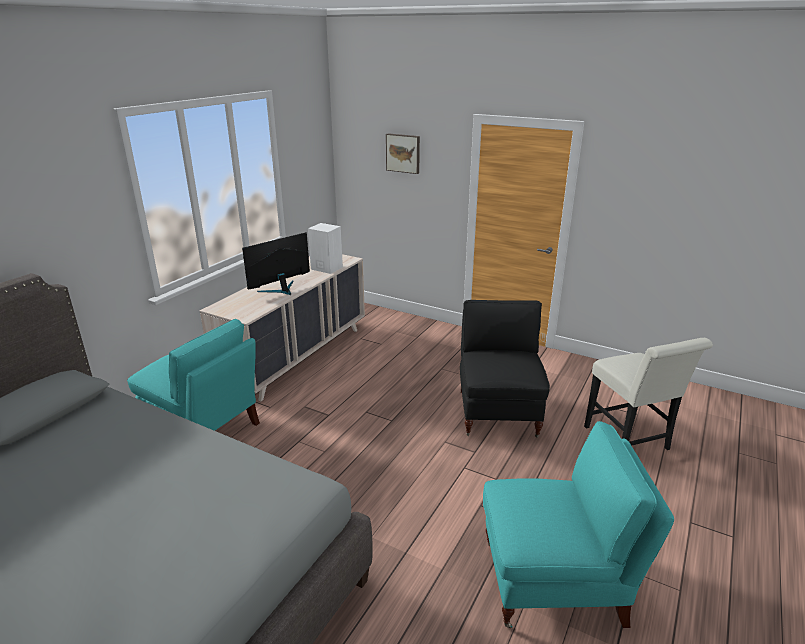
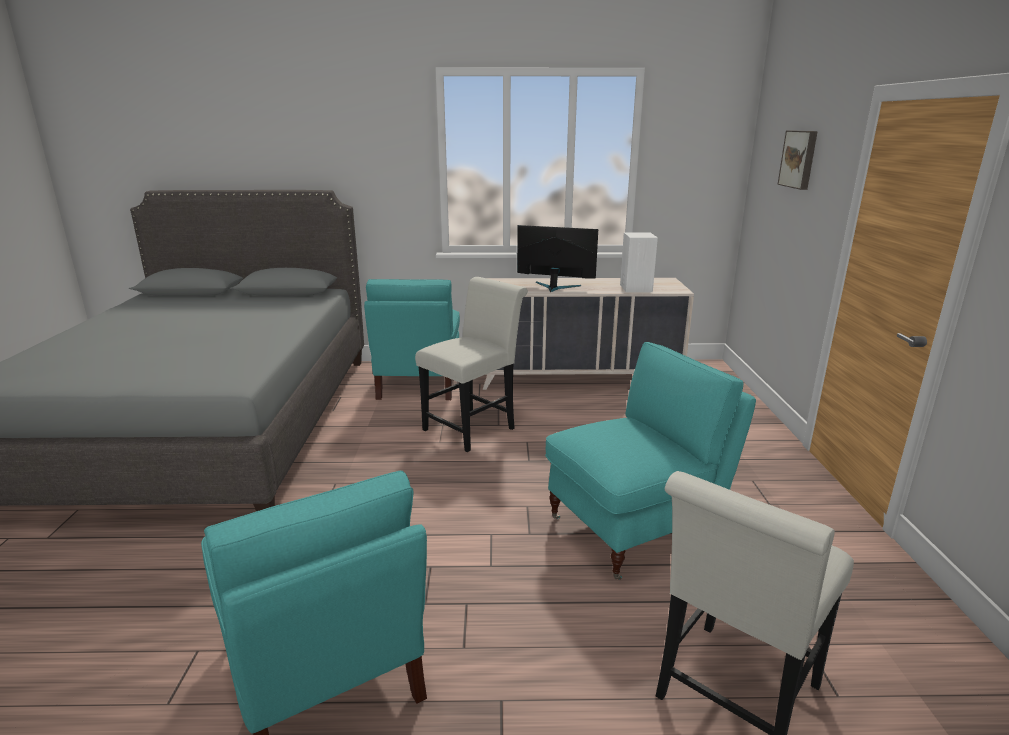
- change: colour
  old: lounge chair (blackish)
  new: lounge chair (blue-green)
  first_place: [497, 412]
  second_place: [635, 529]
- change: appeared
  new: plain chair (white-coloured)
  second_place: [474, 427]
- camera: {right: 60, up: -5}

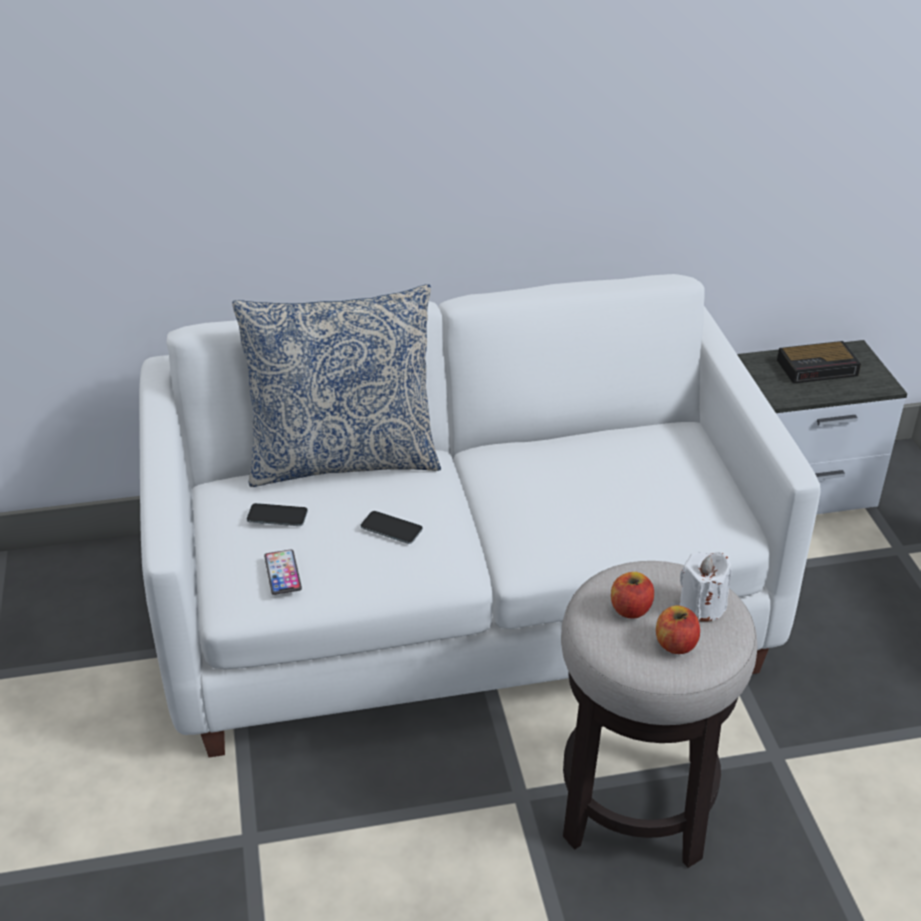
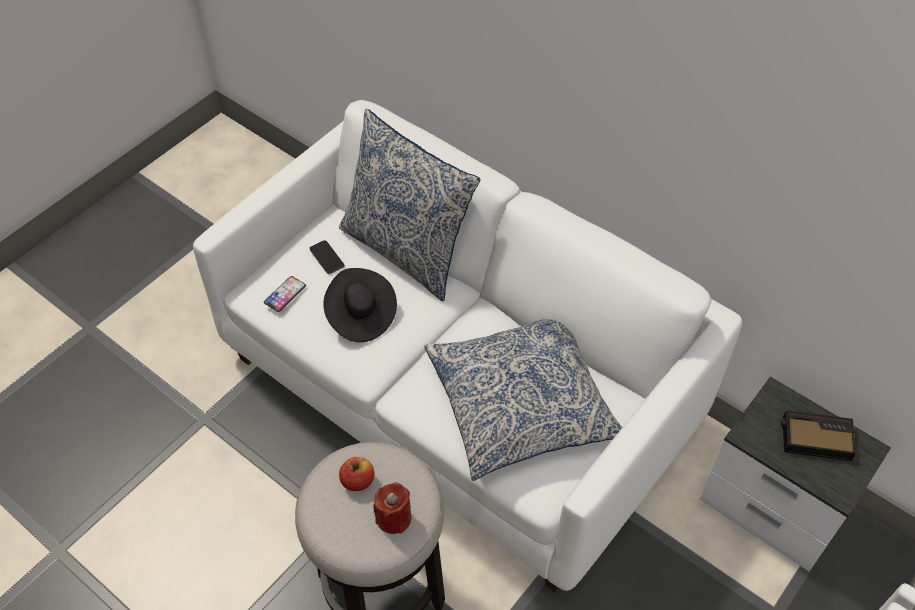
- change: spun
  old: alarm clock
  first_place: [819, 368]
  second_place: [814, 438]
  degrees: 150
- change: exchanged
  old: telephone
  new: wearable hat (blackish)
  first_place: [391, 528]
  second_place: [360, 315]
- change: colour
  old: candle (white-coloured)
  new: candle (red)
  first_place: [702, 606]
  second_place: [394, 518]
- change: missing
  old: apple
  first_place: [675, 644]
- change: appeared
  new: pillow
  second_place: [520, 403]
- camera: {right: 50, up: 15}

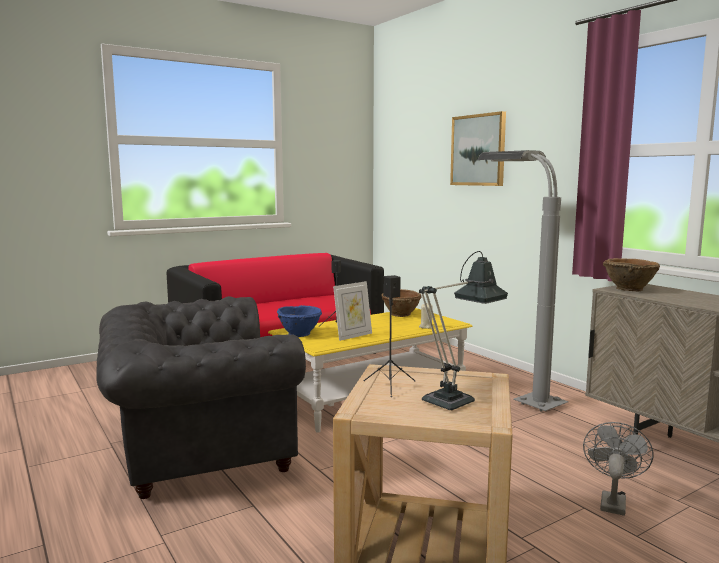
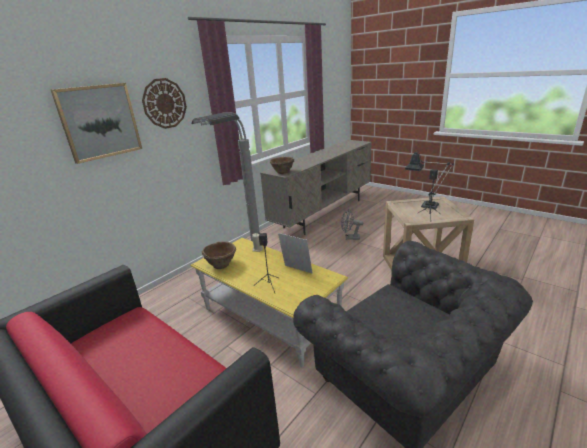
- change: missing
  old: deep dish (bluish)
  first_place: [300, 334]
- change: appeared
  new: wall clock
  second_place: [164, 103]
- camera: {right: -105, up: 15}

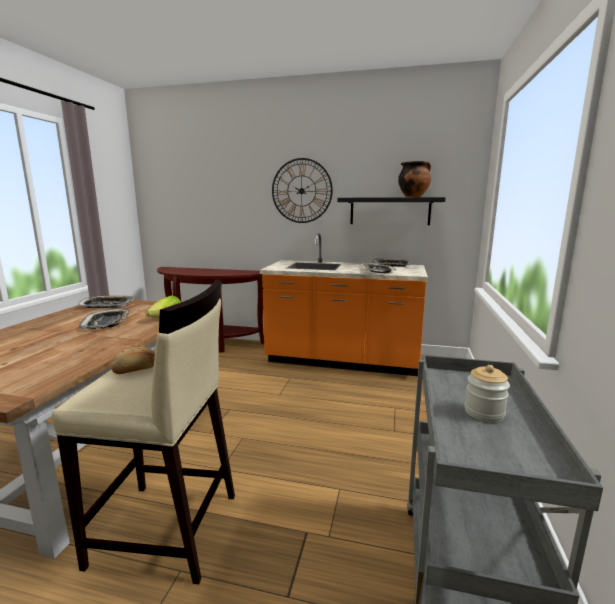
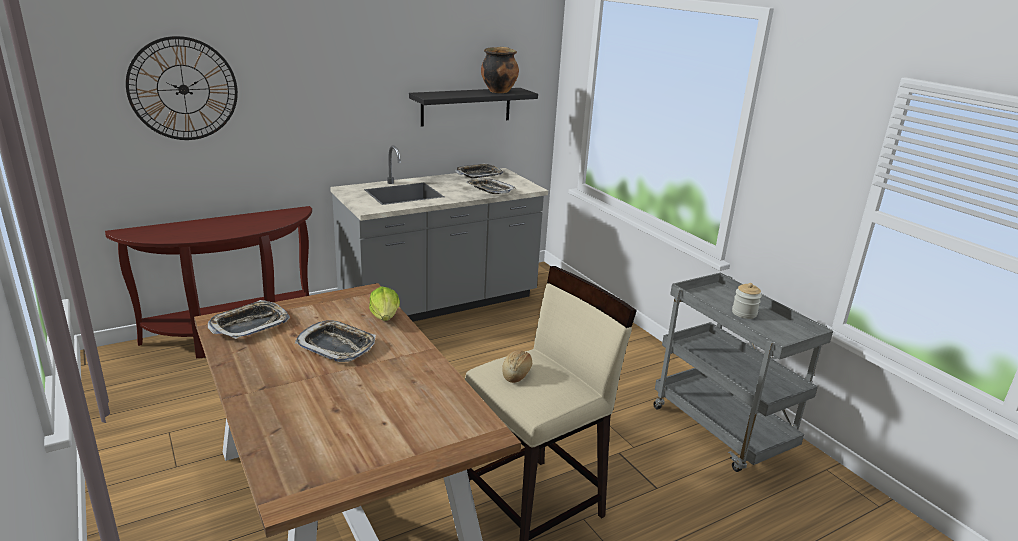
- change: relocated
  old: wall clock
  first_place: [301, 191]
  second_place: [183, 89]
- change: colour
  old: counter (orange)
  new: counter (gray)
  first_place: [342, 361]
  second_place: [440, 303]
- camera: {right: -45, up: 10}

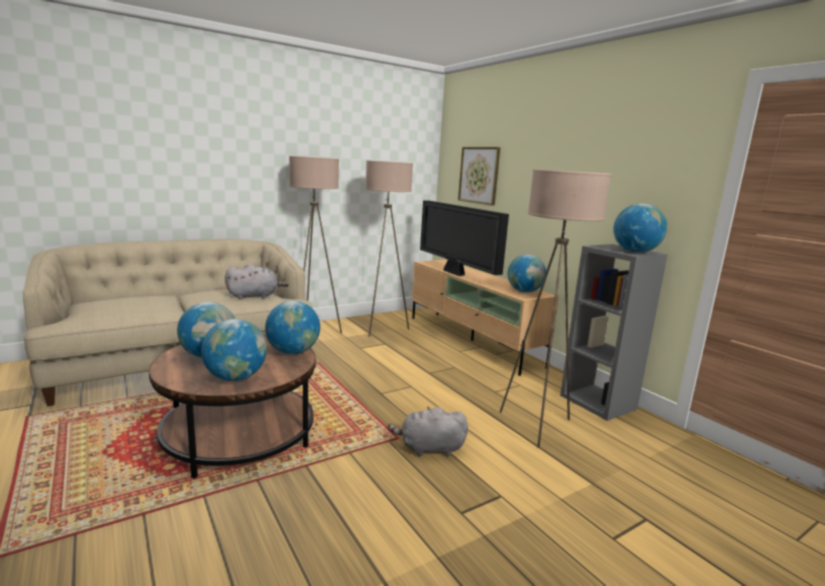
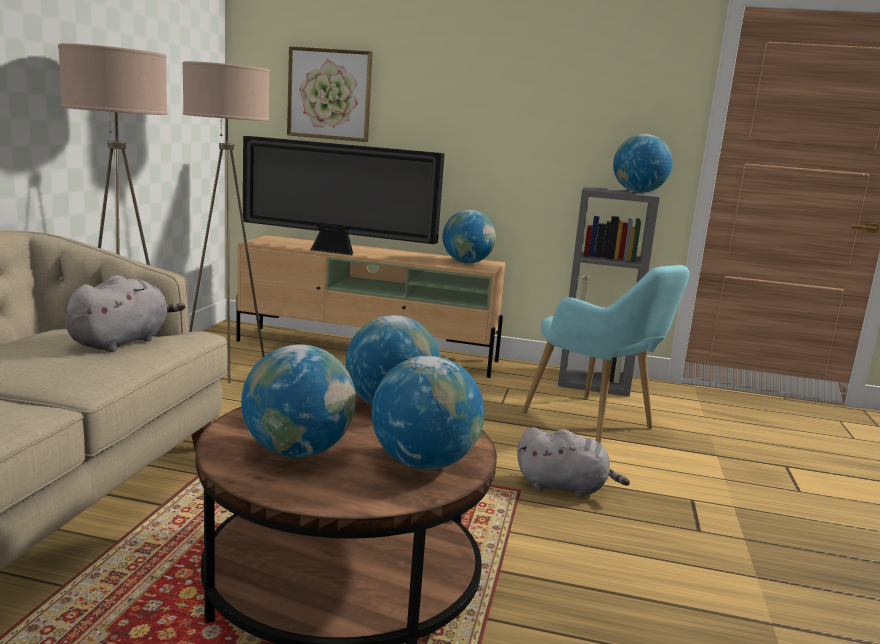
- change: exchanged
  old: standard lamp (beige-coloured)
  new: lounge chair (blue-green)
  first_place: [536, 425]
  second_place: [595, 423]
- change: spun
  old: plush toy (gray)
  first_place: [429, 449]
  second_place: [565, 487]
  degrees: -120
- camera: {right: -45, up: 0}

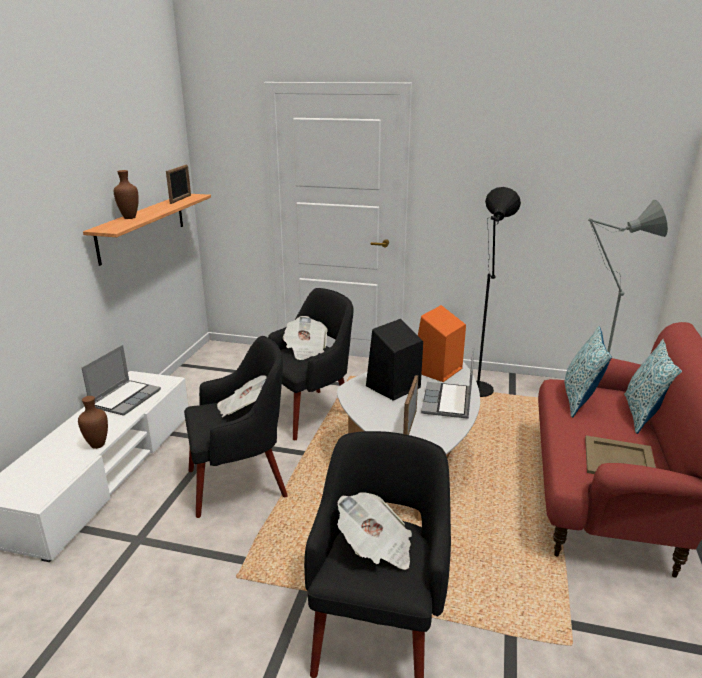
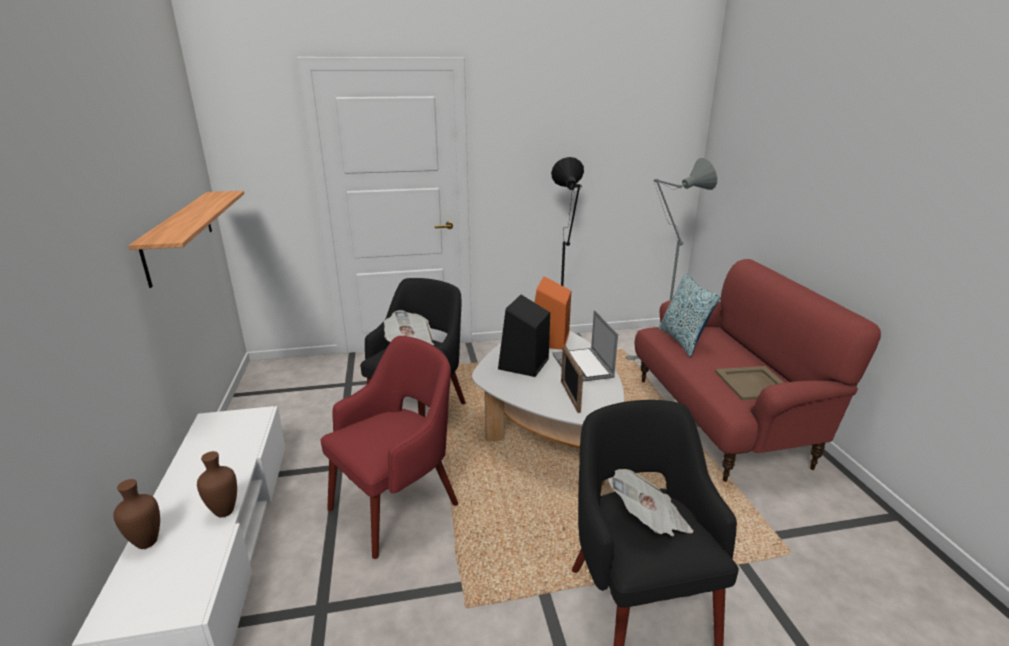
- change: missing
  old: photo frame
  first_place: [181, 199]
- change: relocated
  old: decorative vase (brown-coloured)
  first_place: [130, 218]
  second_place: [148, 542]
- change: colour
  old: lounge chair (blackish)
  new: lounge chair (red)
  first_place: [239, 483]
  second_place: [396, 505]
- change: missing
  old: pillow
  first_place: [642, 414]
- change: missing
  old: laptop
  first_place: [125, 398]
- change: missing
  old: printed paper
  first_place: [244, 408]
- camera: {right: -25, up: 0}

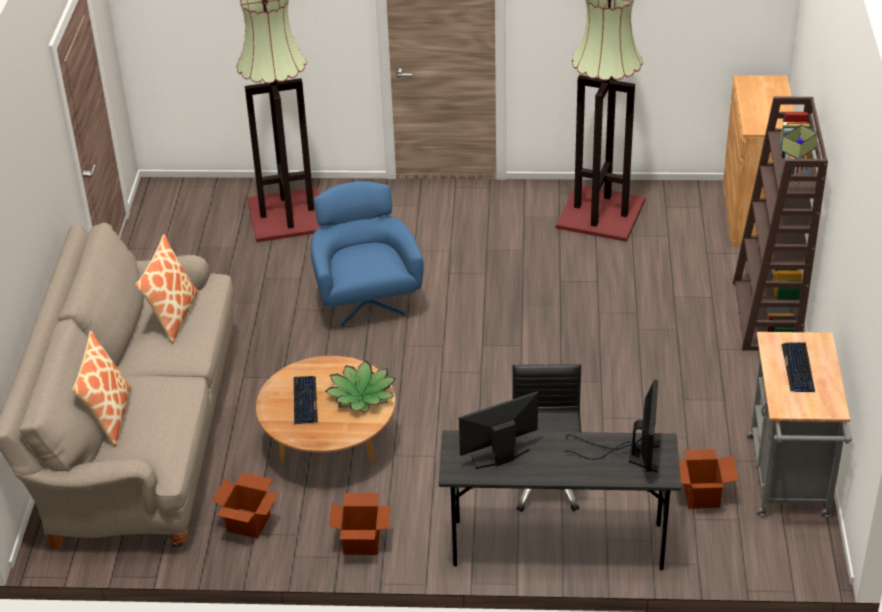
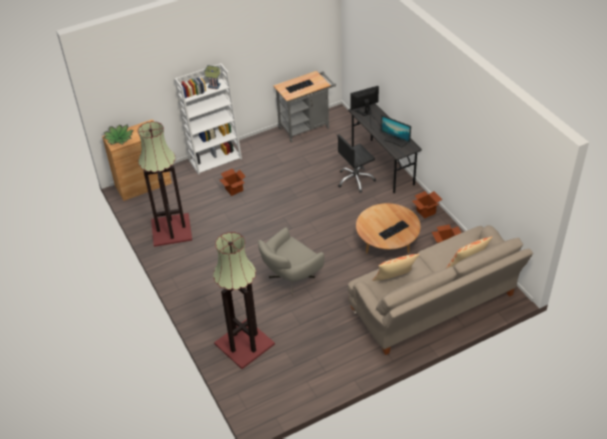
- change: colour
  old: bookshelf (brown-coloured)
  new: bookshelf (white-coloured)
  first_place: [767, 316]
  second_place: [215, 159]
- change: colour
  old: lounge chair (bluish)
  new: lounge chair (gray)
  first_place: [366, 300]
  second_place: [290, 278]
- change: relocated
  old: plant in a pot
  first_place: [361, 395]
  second_place: [119, 138]
- change: relocated
  old: packing box
  first_place: [701, 496]
  second_place: [234, 189]
- camera: {right: -120, up: 5}

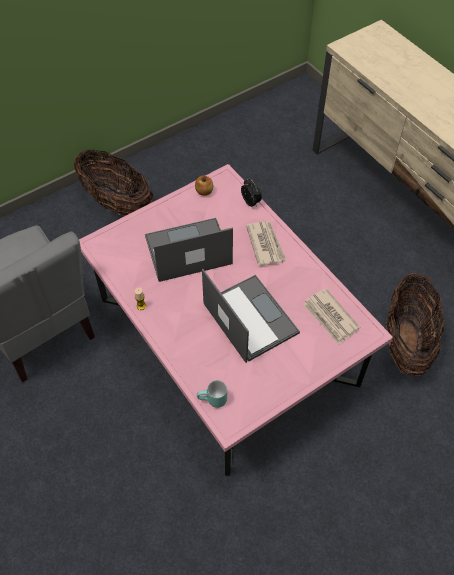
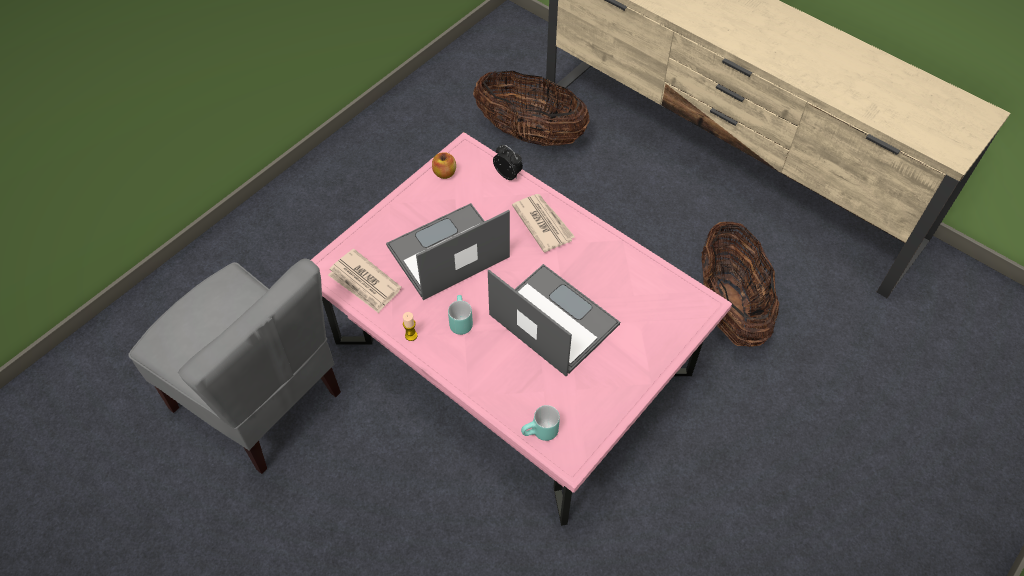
- change: relocated
  old: storage basket
  first_place: [117, 203]
  second_place: [530, 134]
- change: relocated
  old: printed paper
  first_place: [330, 318]
  second_place: [364, 283]
- change: appeared
  new: tea mug (blue-green)
  second_place: [459, 321]
- camera: {right: -15, up: 0}

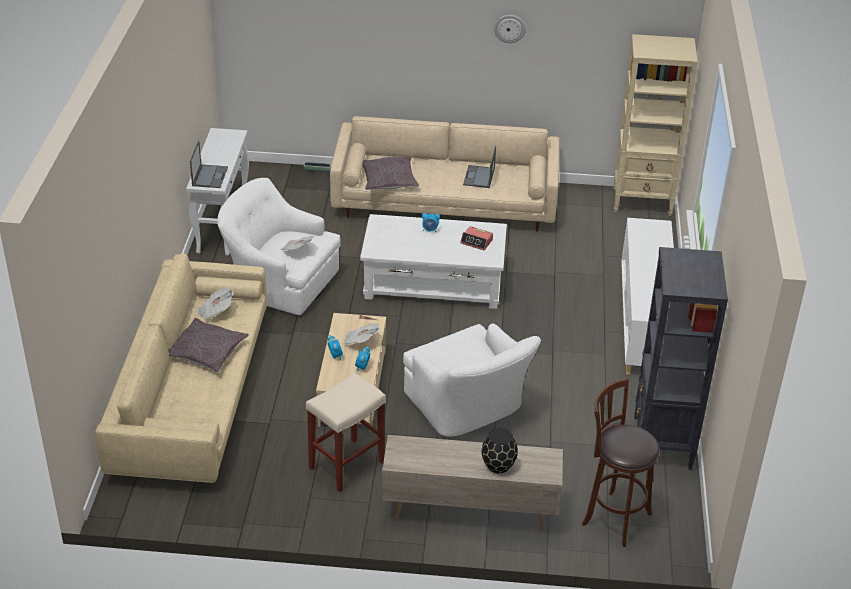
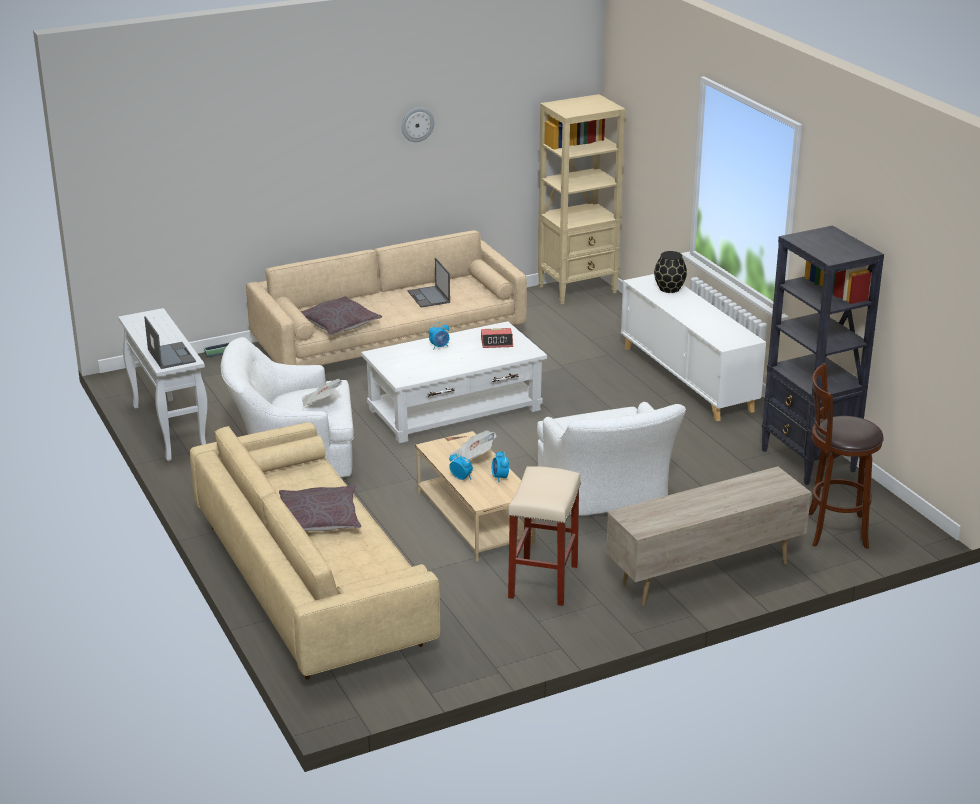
- change: missing
  old: printed paper
  first_place: [215, 311]
- change: spun
  old: lounge chair (white-coloured)
  first_place: [468, 407]
  second_place: [606, 495]
  degrees: 45
- change: relocated
  old: decorative vase (blackish)
  first_place: [499, 465]
  second_place: [670, 289]
- camera: {right: -30, up: -10}

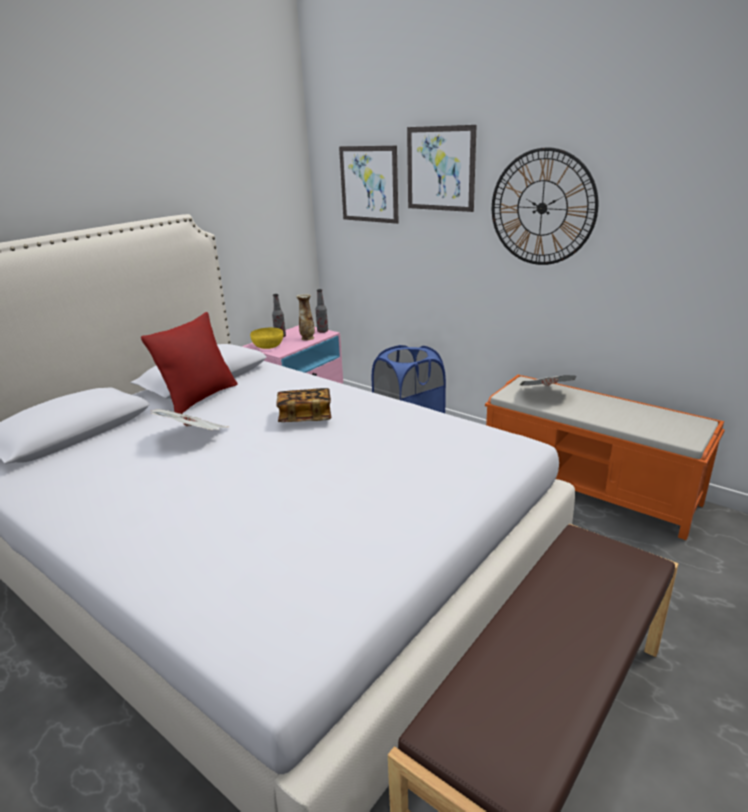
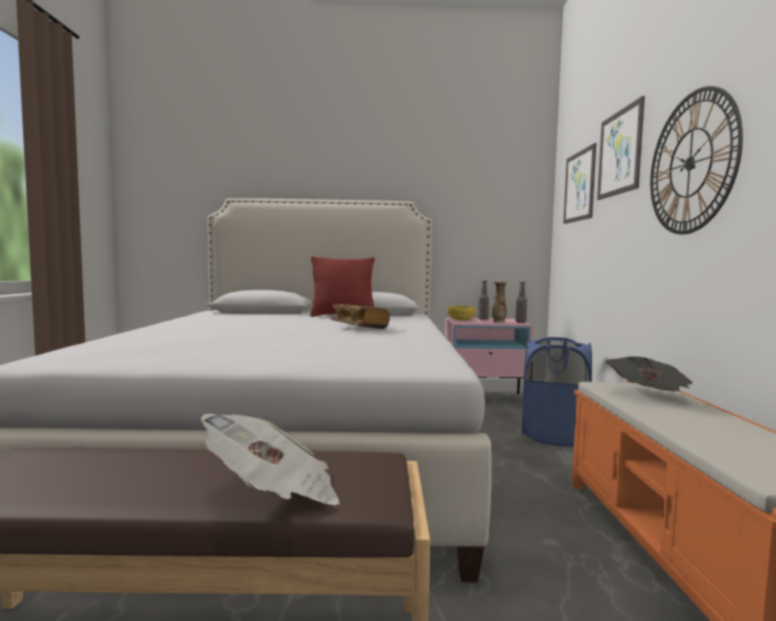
- change: relocated
  old: printed paper
  first_place: [194, 436]
  second_place: [274, 492]
- camera: {right: 50, up: -20}

